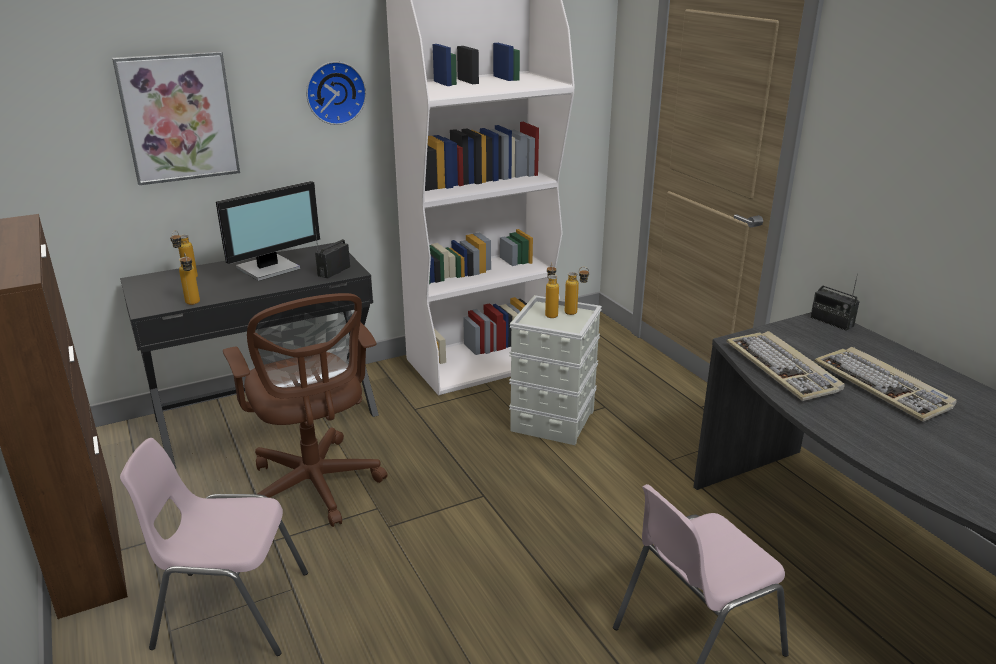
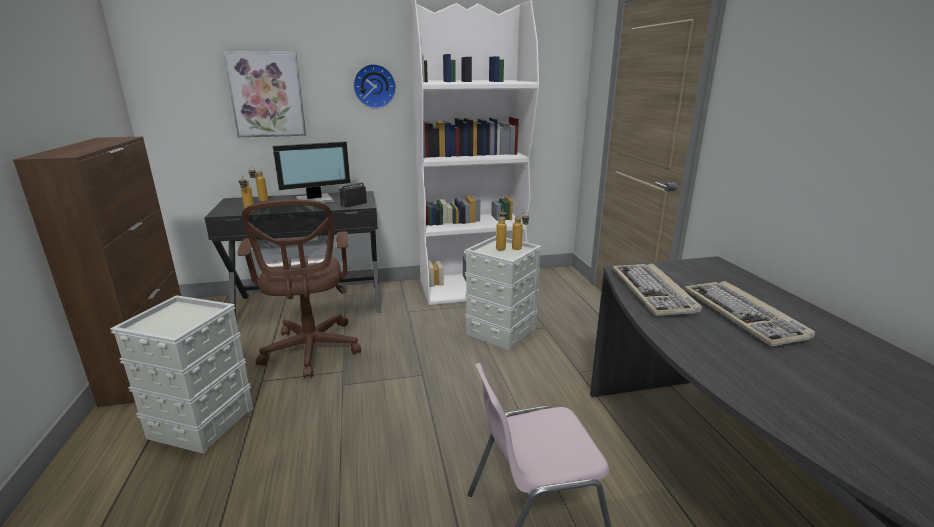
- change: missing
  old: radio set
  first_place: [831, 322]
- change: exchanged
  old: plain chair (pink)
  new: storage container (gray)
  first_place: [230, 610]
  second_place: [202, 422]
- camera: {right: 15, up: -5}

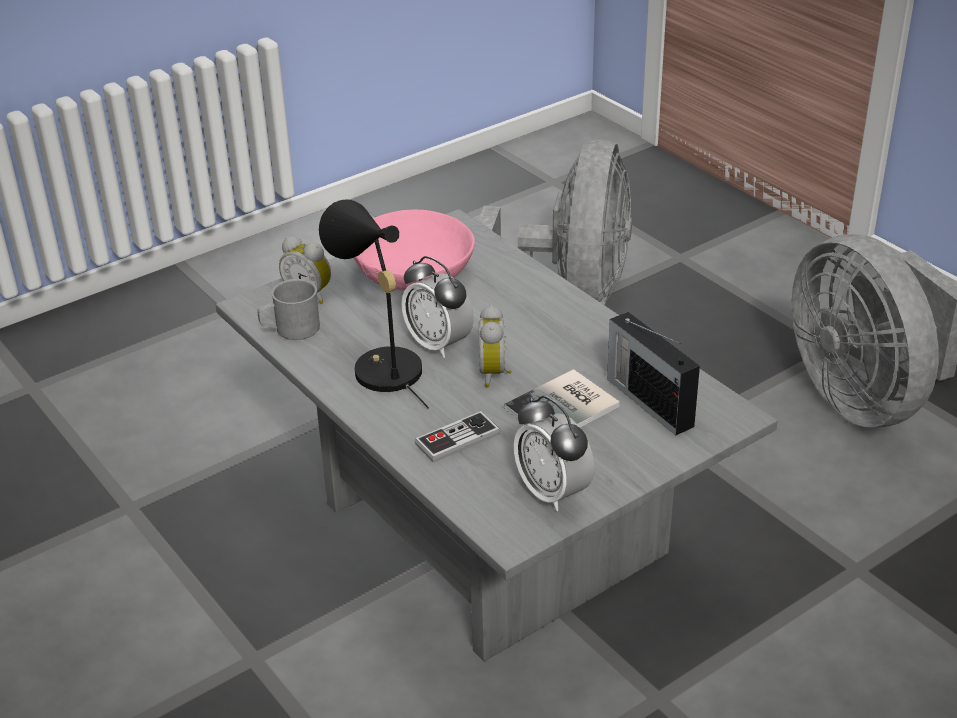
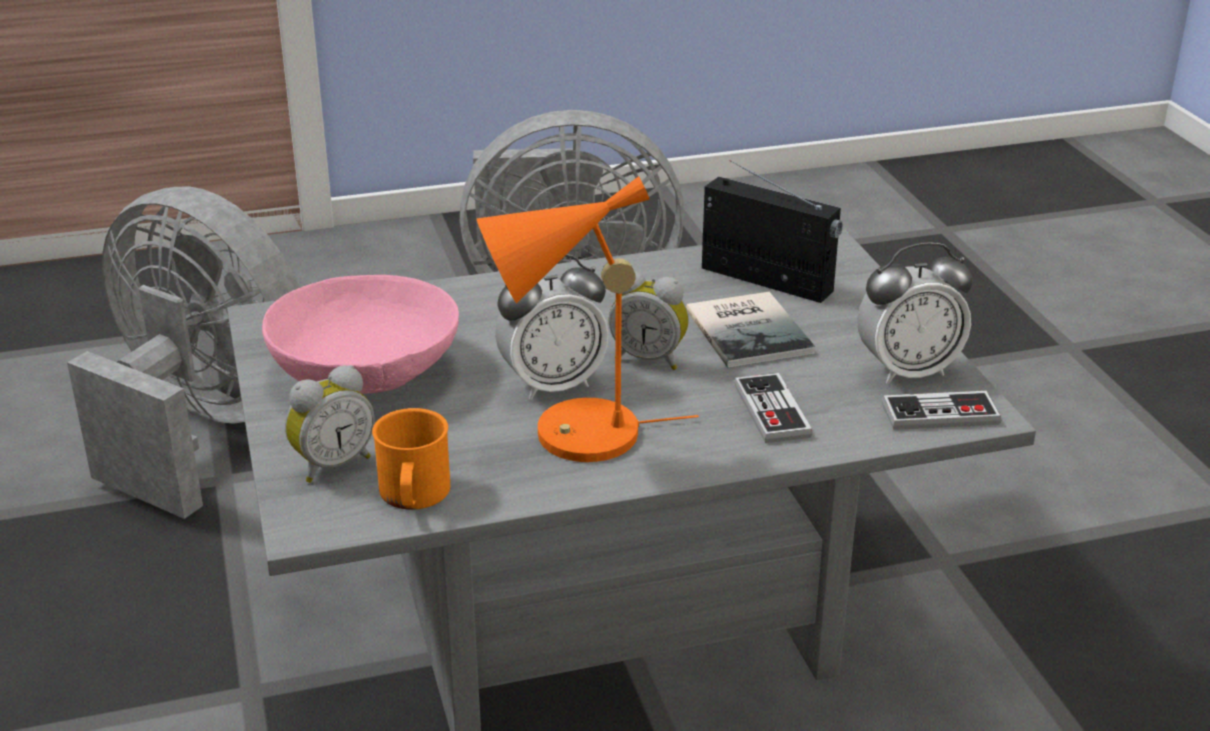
- change: colour
  old: lamp for a table (blackish)
  new: lamp for a table (orange)
  first_place: [380, 367]
  second_place: [572, 437]
- change: colour
  old: tea mug (gray)
  new: tea mug (orange)
  first_place: [290, 329]
  second_place: [413, 497]
- change: spun
  old: radio set
  first_place: [648, 401]
  second_place: [769, 280]
  degrees: -135
- change: appeared
  new: joypad
  second_place: [940, 414]
- camera: {right: -70, up: -5}

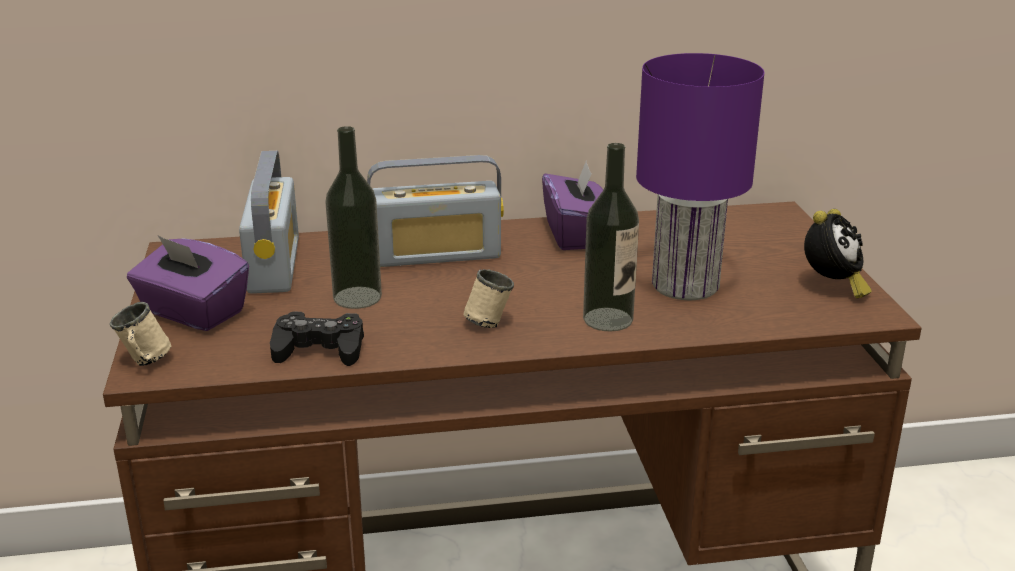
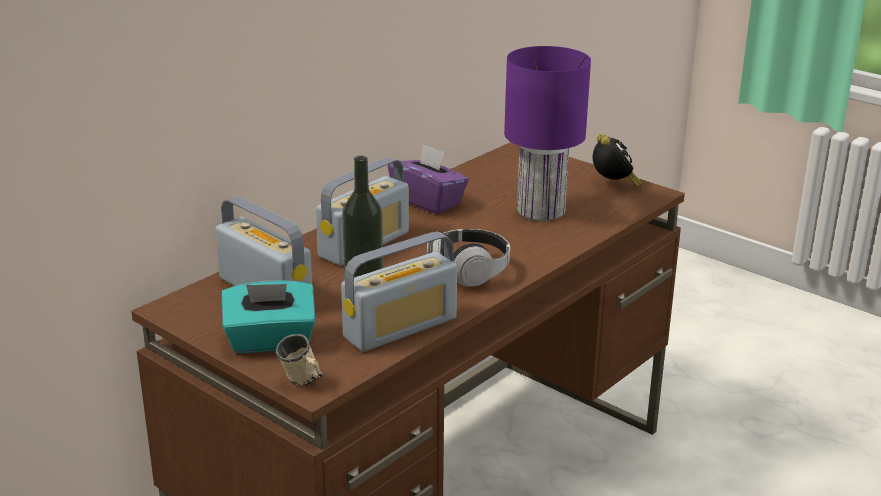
- change: missing
  old: bottle
  first_place: [608, 319]
- change: colour
  old: tissue box (purple-coloured)
  new: tissue box (blue-green)
  first_place: [192, 312]
  second_place: [270, 341]
- change: exchanged
  old: tea mug (beige-coloured)
  new: headphones
  first_place: [487, 320]
  second_place: [468, 272]
- change: exchanged
  old: joypad (blackish)
  new: radio set
  first_place: [319, 349]
  second_place: [400, 328]
- camera: {right: -40, up: 0}

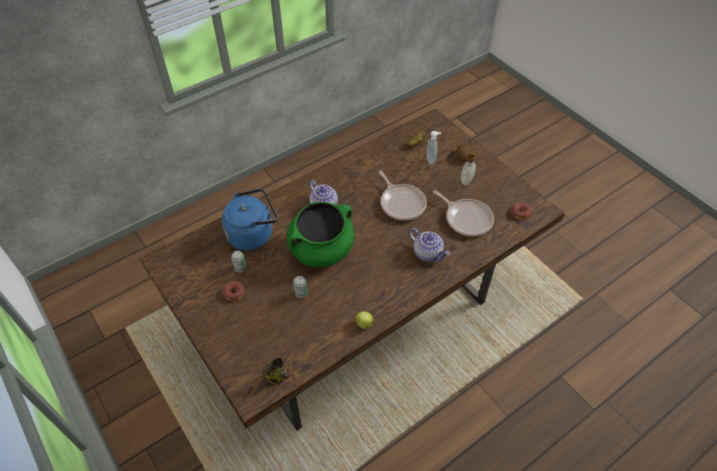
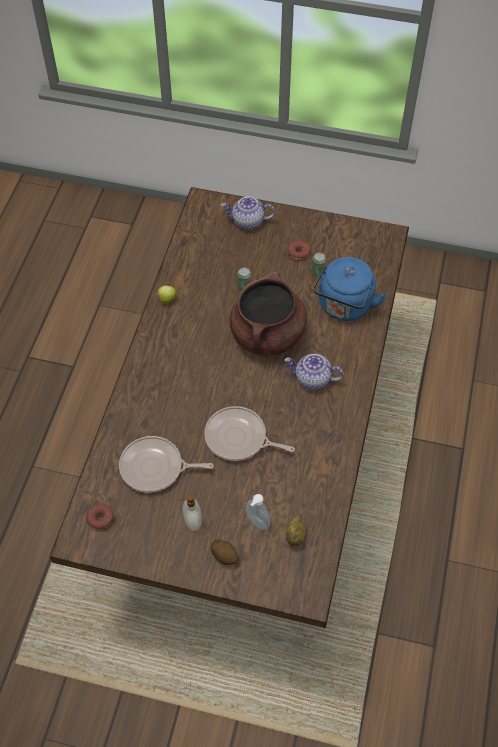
- change: colour
  old: stockpot (greenish)
  new: stockpot (brown-coloured)
  first_place: [321, 249]
  second_place: [267, 335]
- change: relocated
  old: tea pot
  first_place: [428, 253]
  second_place: [247, 222]
- change: missing
  old: tea mug
  first_place: [277, 377]
- camera: {right: 140, up: 5}

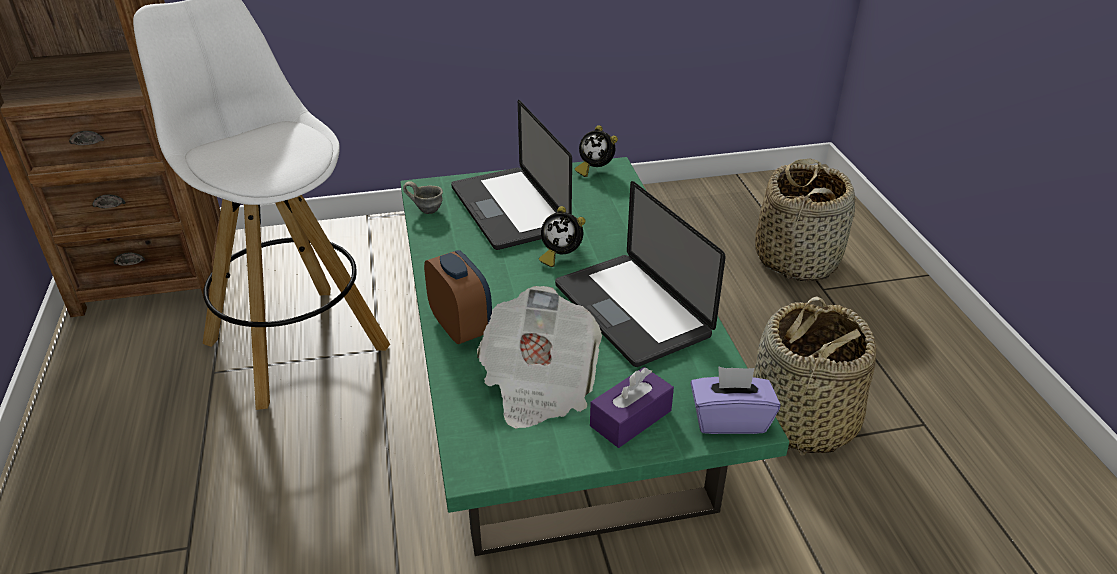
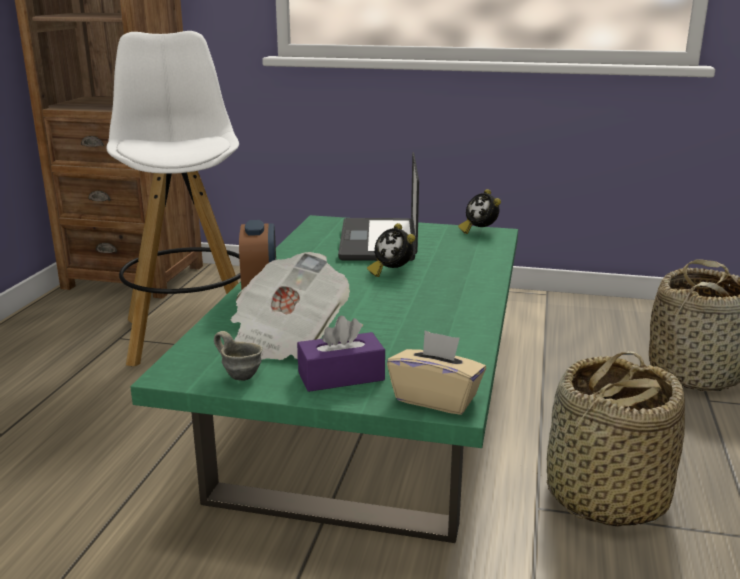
- change: relocated
  old: tea mug (gray)
  first_place: [427, 209]
  second_place: [241, 374]
- change: missing
  old: laptop
  first_place: [631, 310]
- change: colour
  old: tissue box (purple-coloured)
  new: tissue box (beige-coloured)
  first_place: [729, 419]
  second_place: [436, 398]
- camera: {right: 25, up: -15}

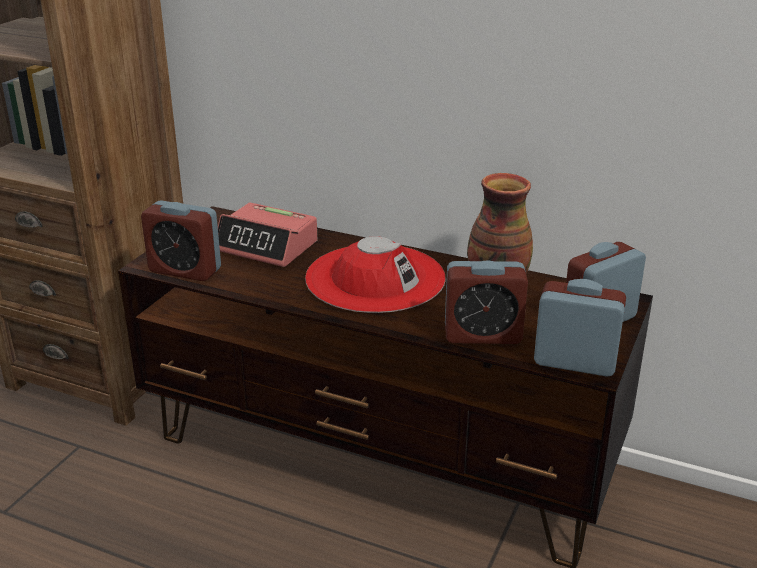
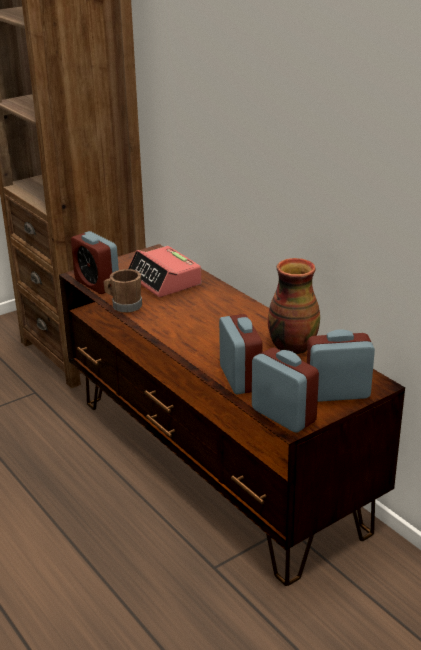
- change: missing
  old: wearable hat (red)
  first_place: [375, 278]
- change: spun
  old: alarm clock
  first_place: [482, 335]
  second_place: [240, 378]
  degrees: -135
- change: appeared
  new: tea mug (brown-coloured)
  second_place: [124, 305]
- camera: {right: 30, up: 0}

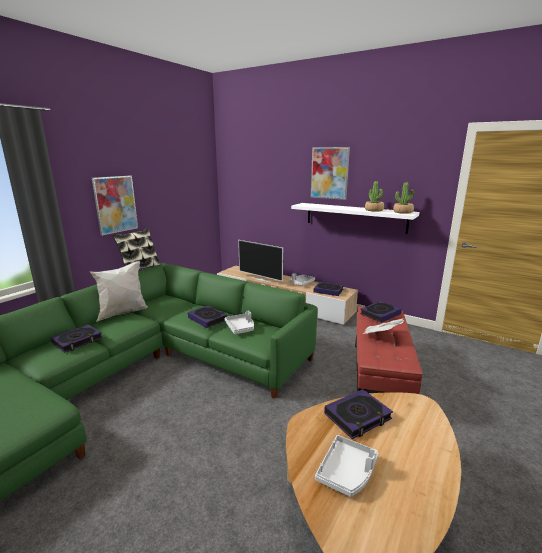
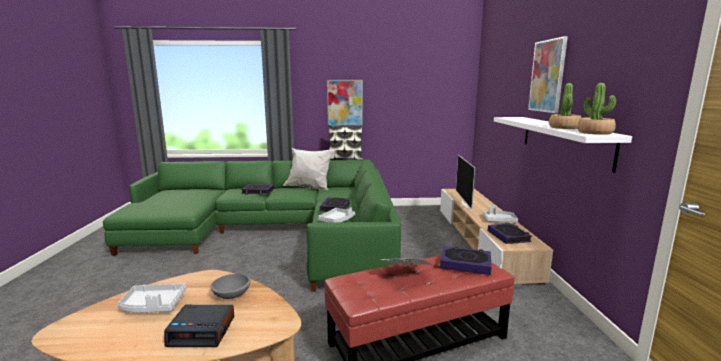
- change: exchanged
  old: book
  new: deep dish (gray)
  first_place: [357, 417]
  second_place: [232, 295]
- change: appeared
  new: alarm clock
  second_place: [202, 331]
- camera: {right: 55, up: -5}

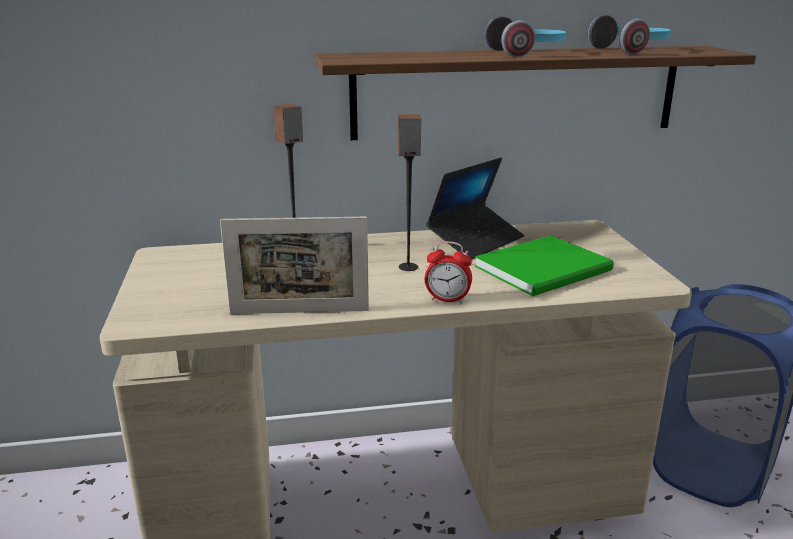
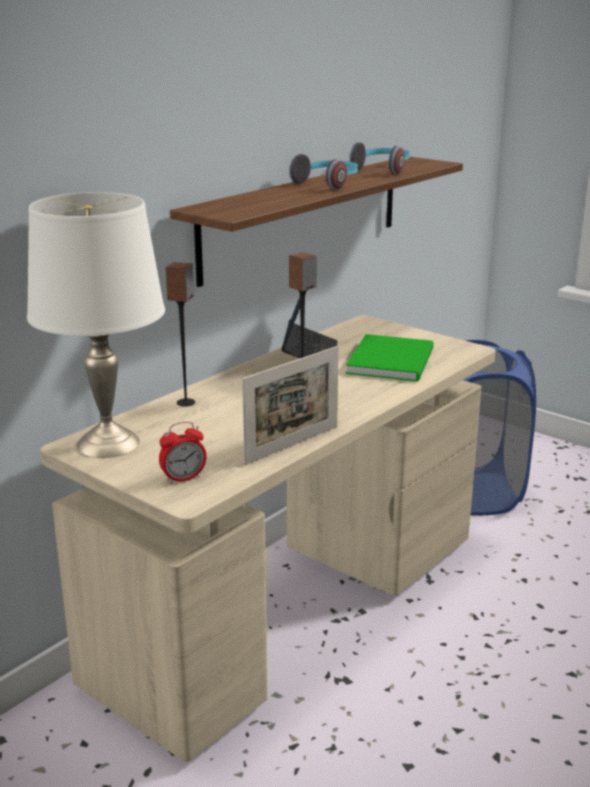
- change: relocated
  old: alarm clock
  first_place: [447, 300]
  second_place: [183, 478]
- change: appeared
  new: lamp for a table (white-coloured)
  second_place: [109, 443]
- camera: {right: -40, up: 0}

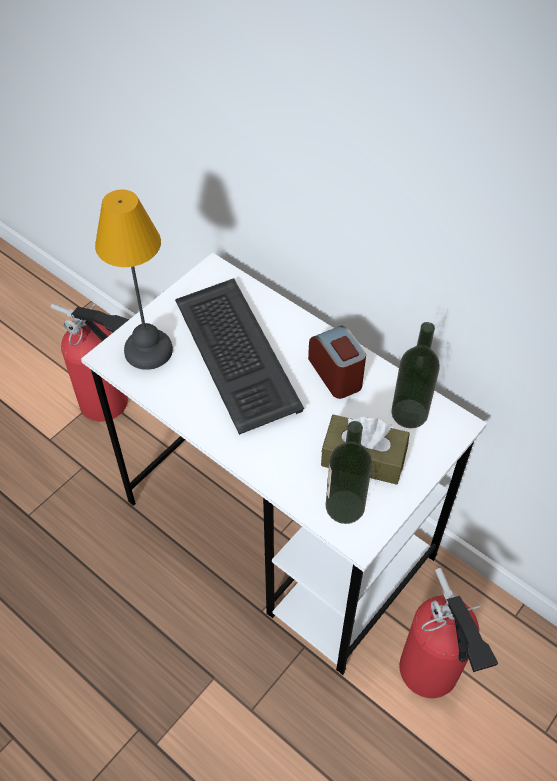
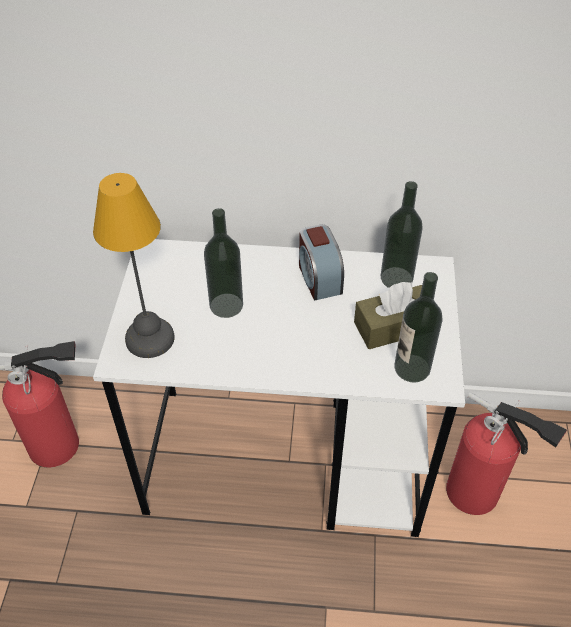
- change: exchanged
  old: computer keyboard
  new: bottle
  first_place: [234, 355]
  second_place: [226, 305]
- change: spun
  old: alarm clock
  first_place: [336, 373]
  second_place: [319, 278]
  degrees: -135
- camera: {right: -35, up: -5}

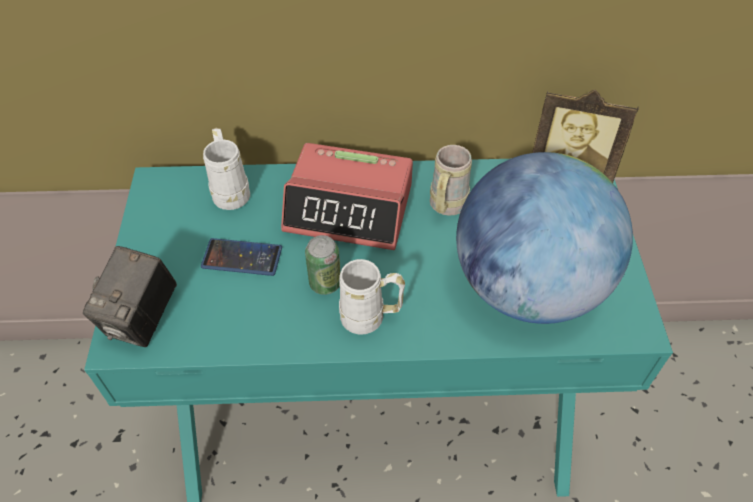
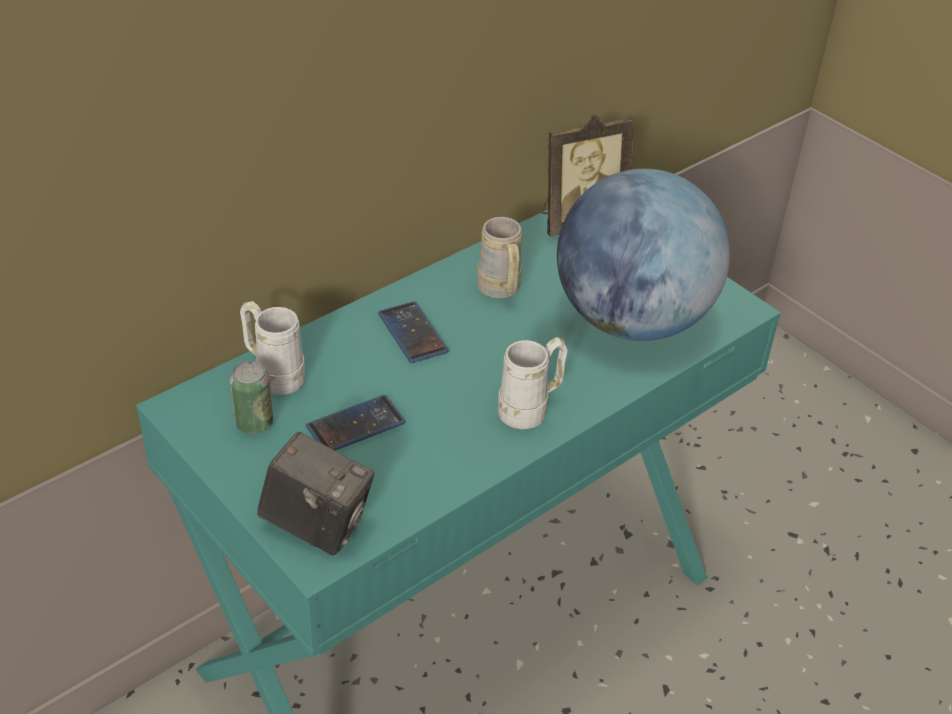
- change: exchanged
  old: alarm clock
  new: telephone
  first_place: [349, 208]
  second_place: [412, 333]
- change: relocated
  old: metal can
  first_place: [325, 283]
  second_place: [254, 423]
- change: spun
  old: still camera
  first_place: [143, 319]
  second_place: [317, 525]
  degrees: -45
- camera: {right: -40, up: -10}

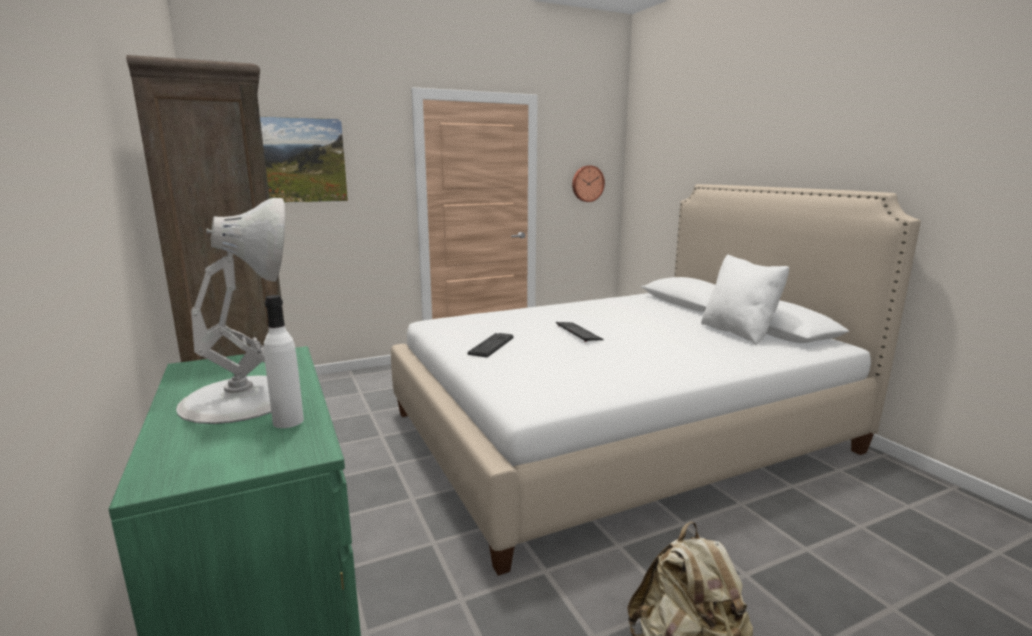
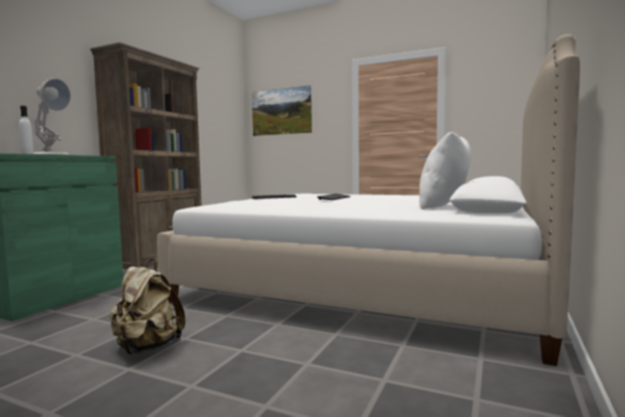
- change: missing
  old: wall clock
  first_place: [587, 183]
- camera: {right: 50, up: -10}

